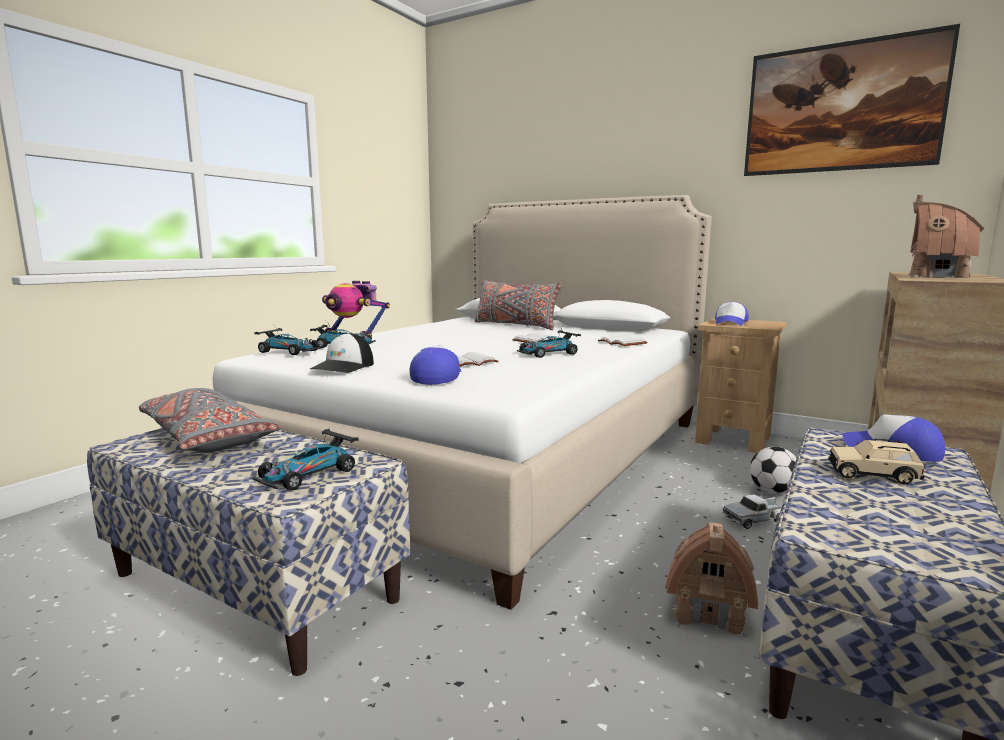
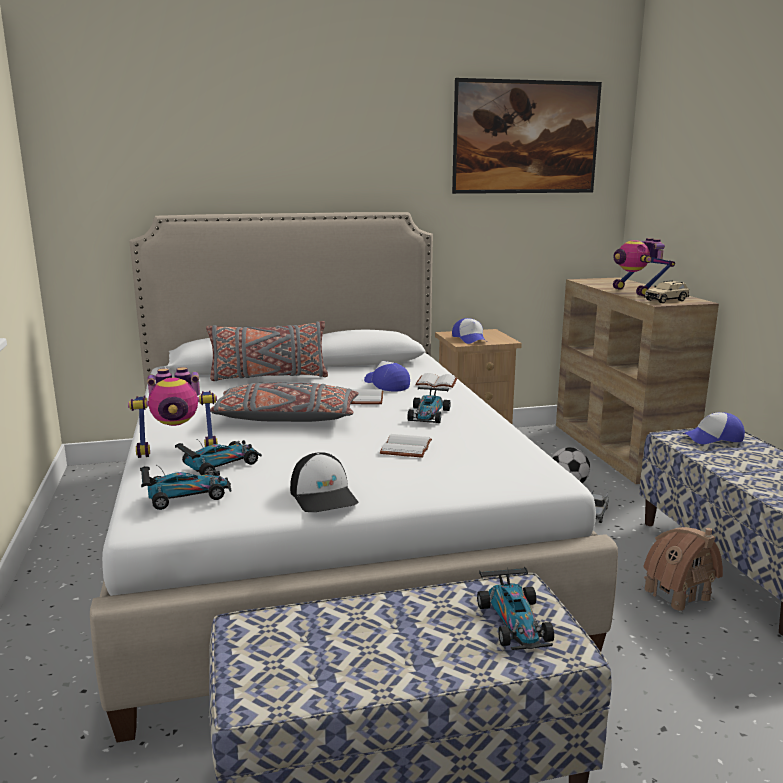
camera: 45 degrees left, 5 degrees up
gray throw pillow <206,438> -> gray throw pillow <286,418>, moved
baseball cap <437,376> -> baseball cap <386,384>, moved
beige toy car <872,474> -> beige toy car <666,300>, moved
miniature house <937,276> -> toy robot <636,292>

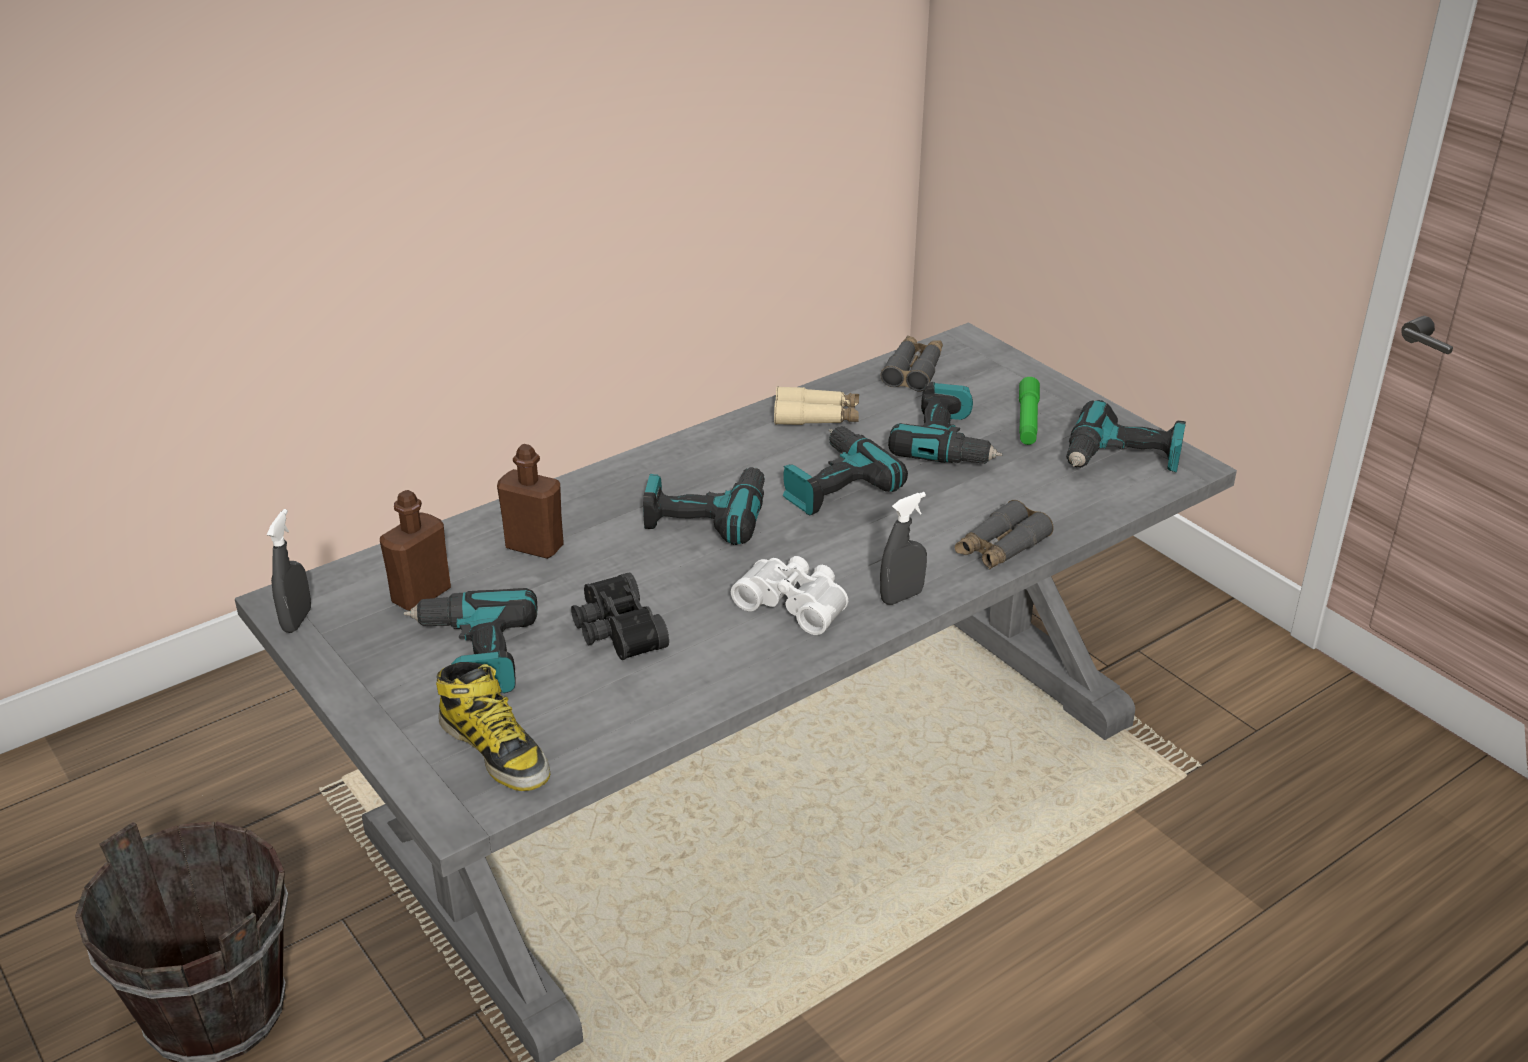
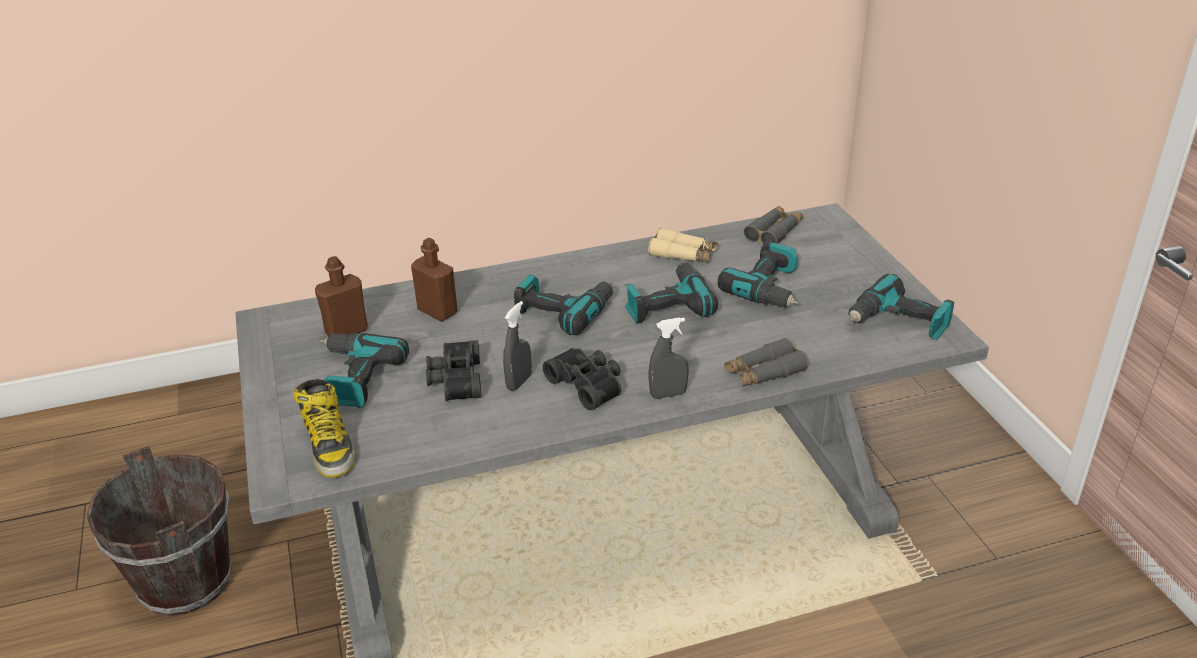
camera: 20 degrees right, 0 degrees up
greenish hand torch <1027,420> -> none
gray spray bottle <297,620> -> gray spray bottle <519,382>, moved
whitish binoculars <794,603> -> black binoculars <588,384>

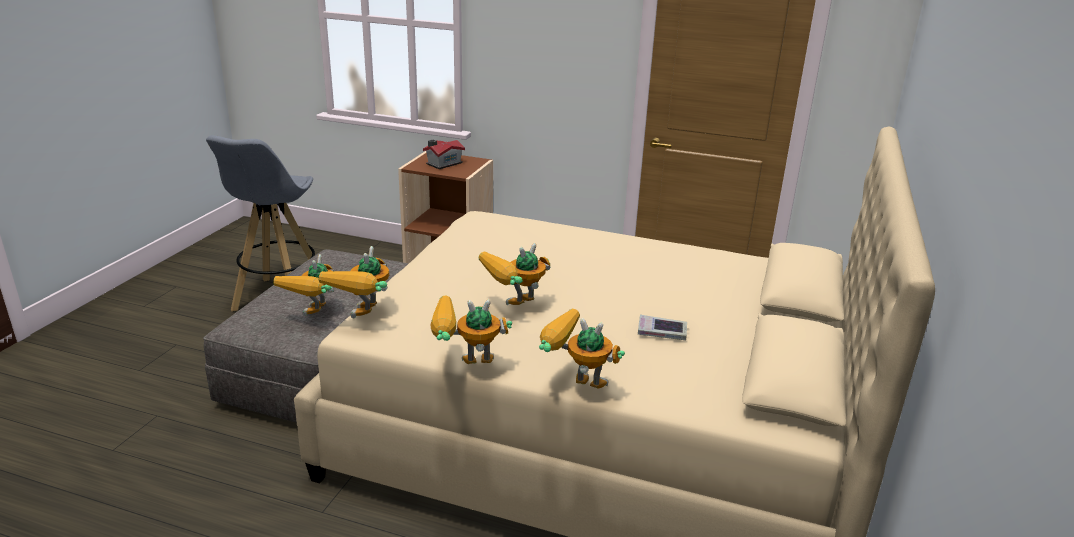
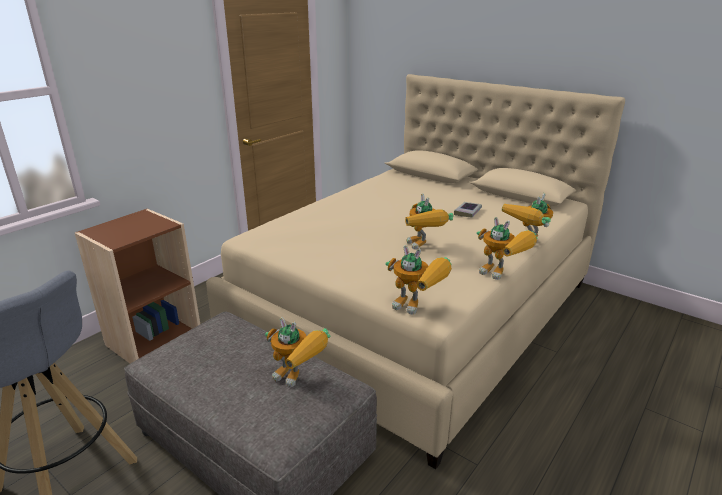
camera: 70 degrees left, 0 degrees up
miniature house <443,163> -> none
toy robot <465,368> -> toy robot <503,275>, 60 degrees counterclockwise

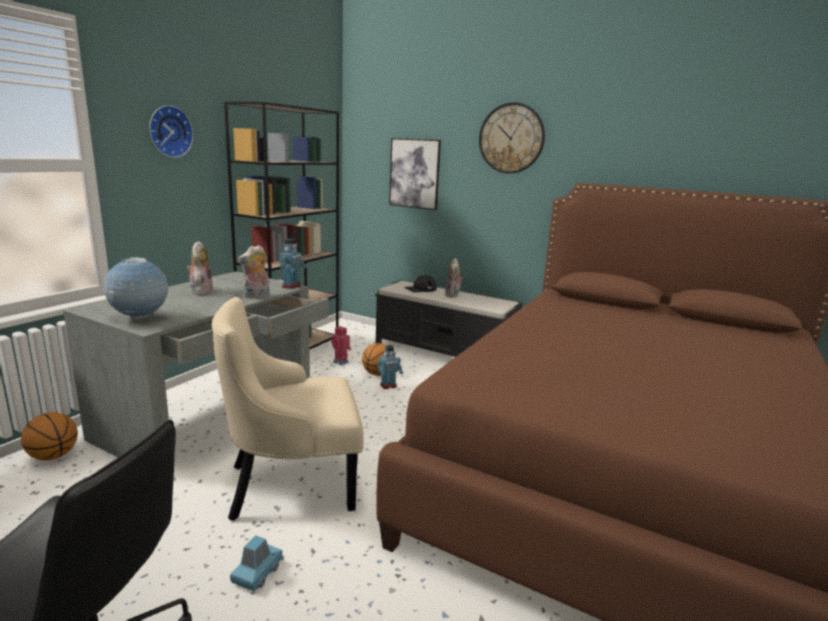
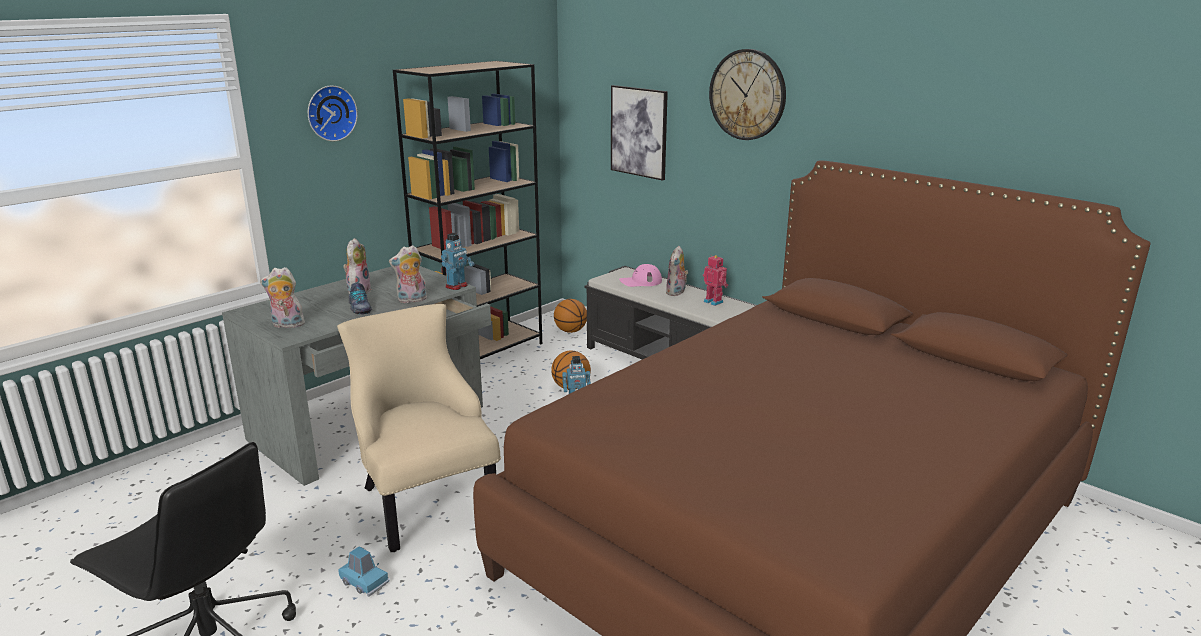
camera: 15 degrees right, 5 degrees up
none -> low shoe <359,308>
ball for basketball <53,456> -> ball for basketball <570,331>, moved
toy robot <341,362> -> toy robot <714,301>, moved
world globe <140,318> -> cuddly toy <286,325>
black baseball cap <420,289> -> pink-coloured baseball cap <640,281>
beige chair <294,485> -> beige chair <427,506>, 60 degrees clockwise
blue toy car <257,572> -> blue toy car <364,582>, 90 degrees clockwise

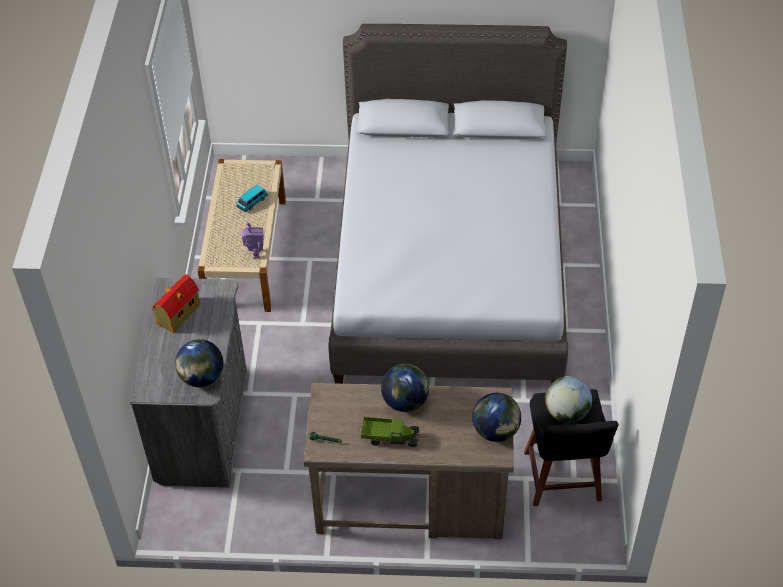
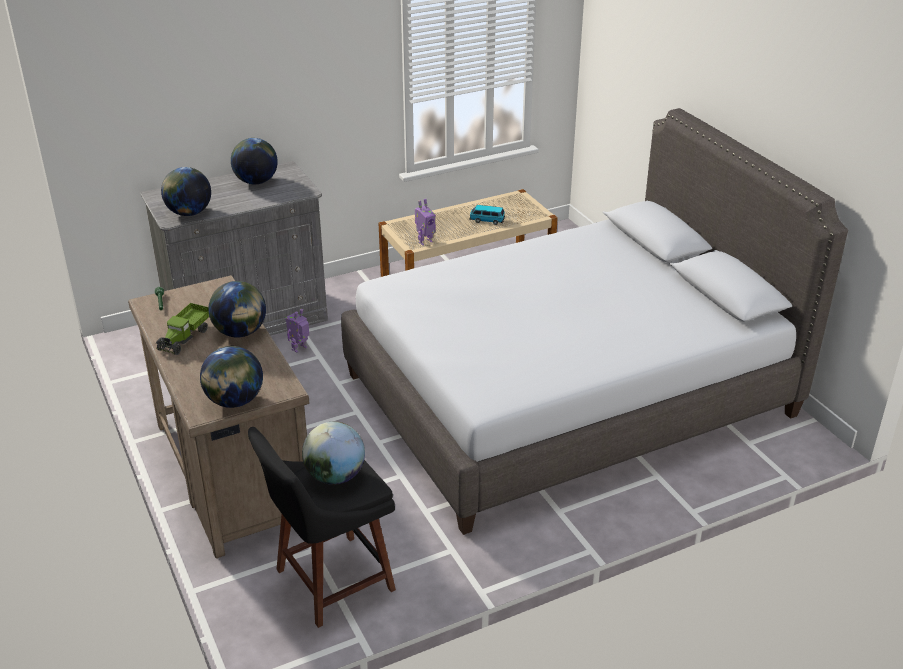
camera: 60 degrees right, 15 degrees down
none -> toy robot <300,349>
miniature house <177,315> -> world globe <256,181>
model truck <390,437> -> model truck <186,337>, 45 degrees clockwise

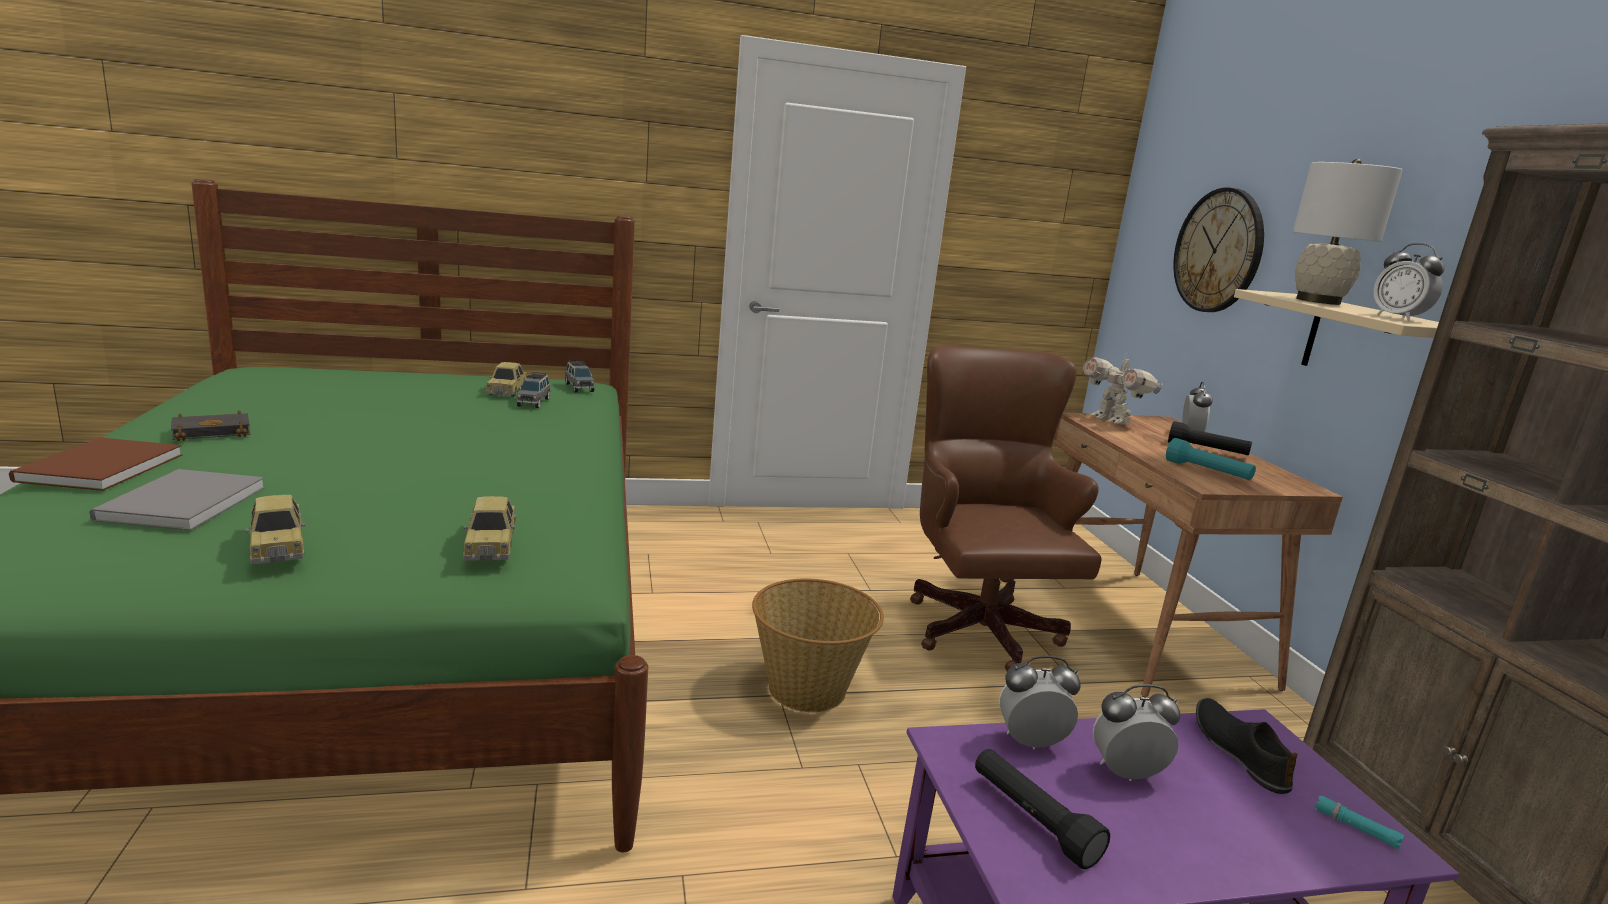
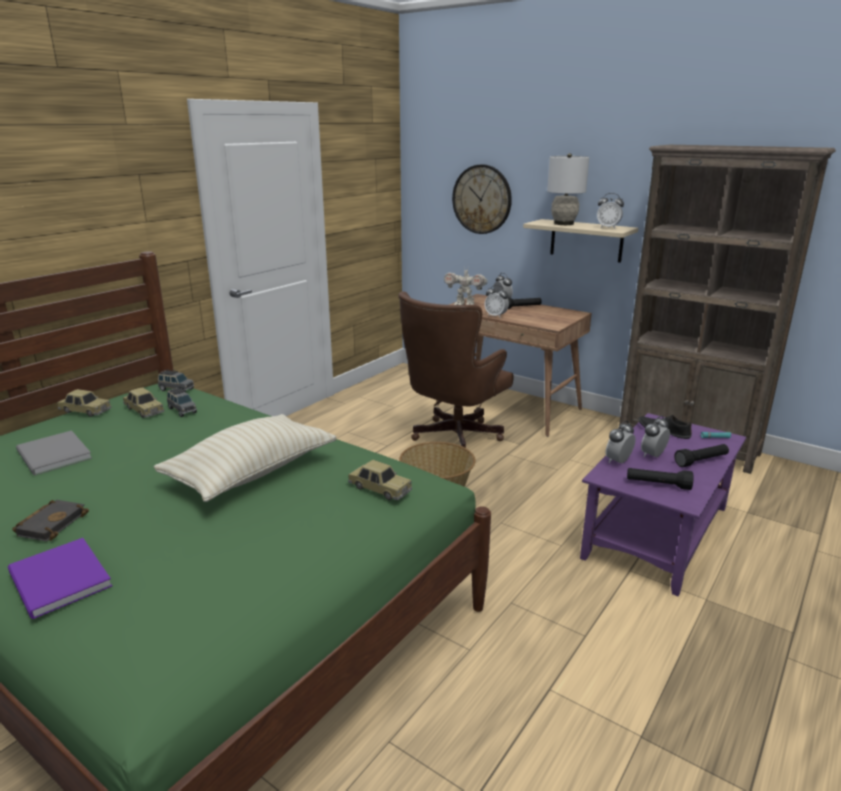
camera: 40 degrees left, 5 degrees up
turquoise hand torch <1207,472> -> none
none -> beige throw pillow <251,473>
none -> alarm clock <496,316>
none -> black hand torch <701,461>
gray bound book <177,504> -> gray bound book <52,456>, moved
toy car <277,545> -> toy car <85,411>, moved
brown-coloured bound book <95,468> -> purplish bound book <58,582>
brown-coloured desk chair <978,625> -> brown-coloured desk chair <454,438>, 90 degrees counterclockwise

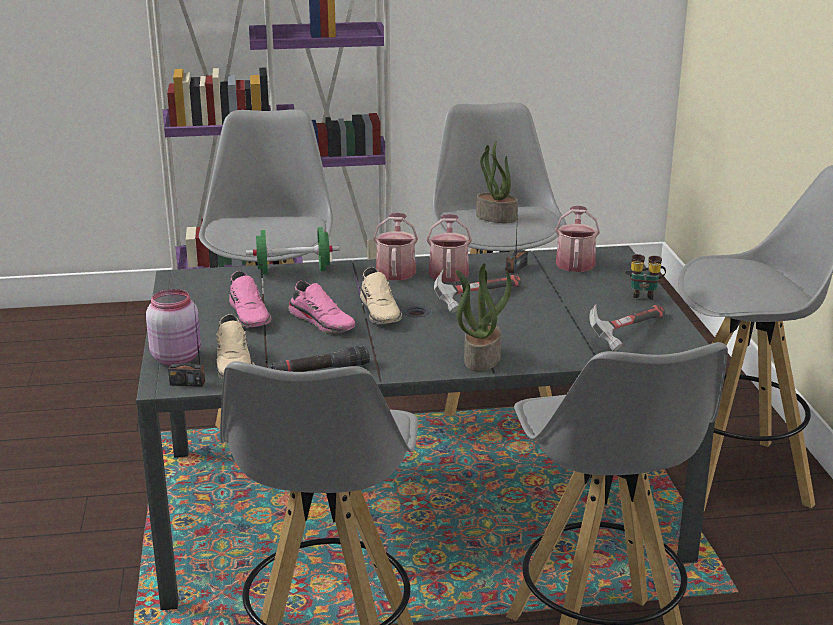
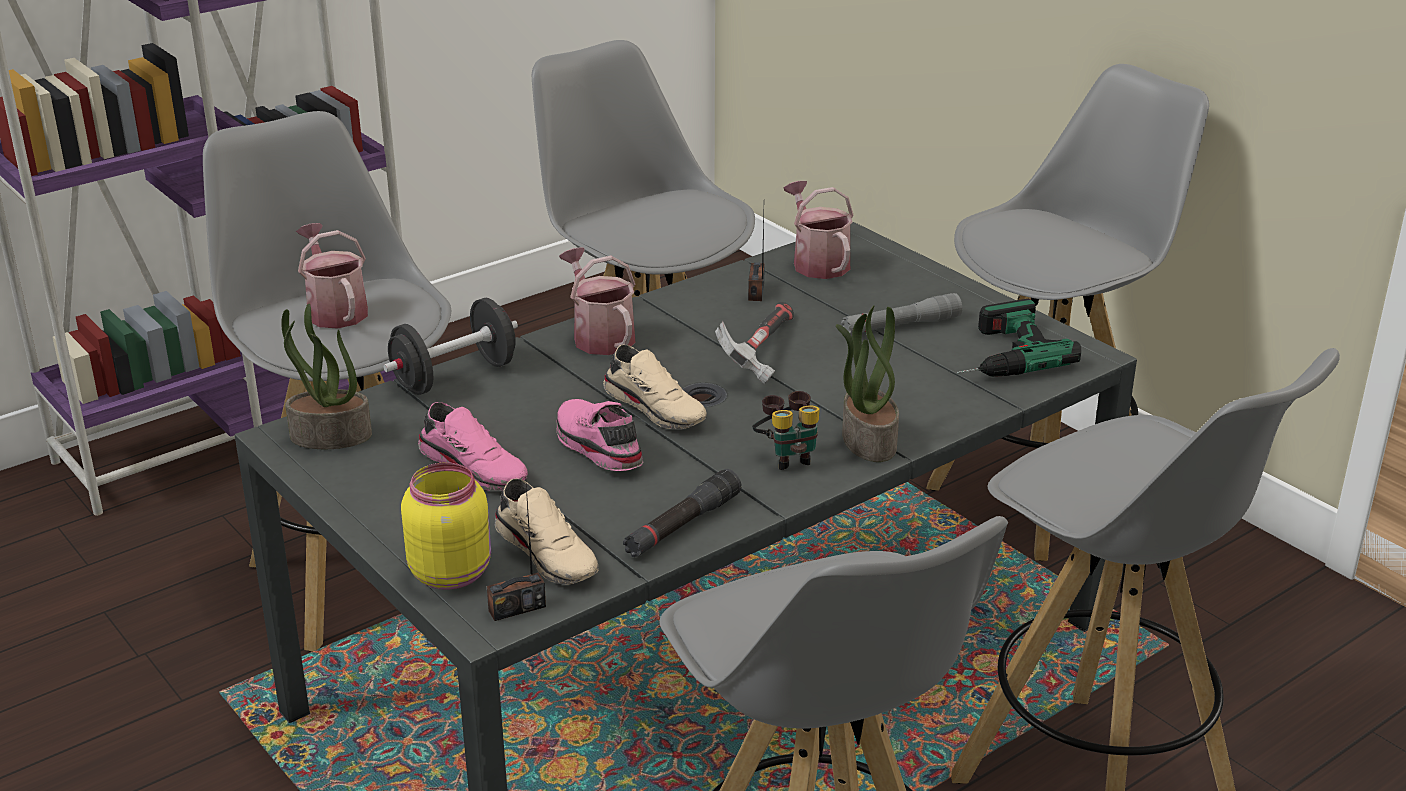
camera: 30 degrees left, 5 degrees up
none -> gray hand torch <900,326>
watering pot <448,271> -> watering pot <334,310>, moved
plant in a pot <495,217> -> plant in a pot <329,437>, moved
binoculars <643,294> -> binoculars <788,456>, moved
hammer <626,335> -> drill <997,354>
pink-coloured jar <177,357> -> yellow jar <451,572>
greenish dumbbell <293,270> -> black dumbbell <454,376>
pink-coloured low shoe <323,322> -> pink-coloured low shoe <596,447>, 135 degrees counterclockwise

